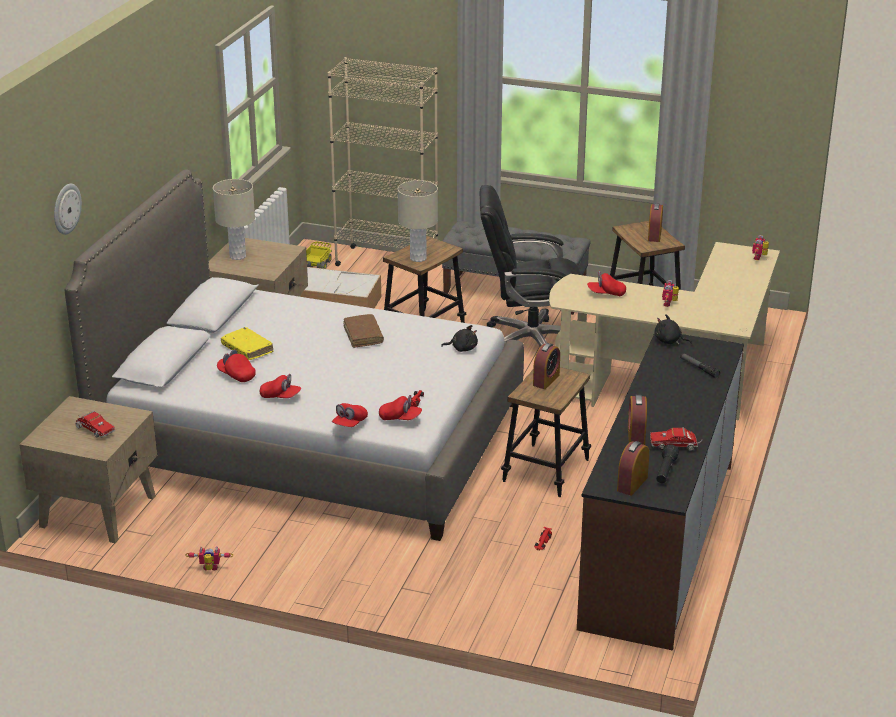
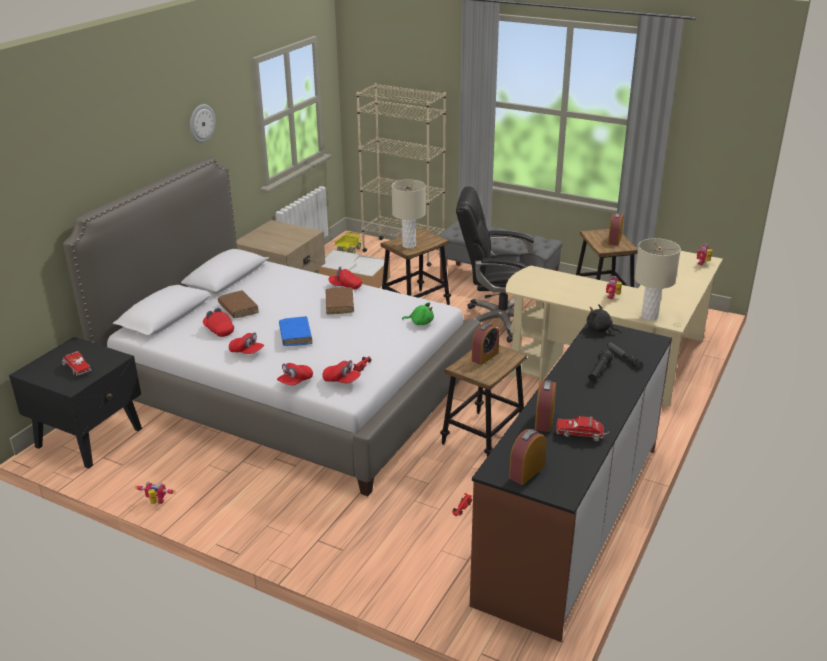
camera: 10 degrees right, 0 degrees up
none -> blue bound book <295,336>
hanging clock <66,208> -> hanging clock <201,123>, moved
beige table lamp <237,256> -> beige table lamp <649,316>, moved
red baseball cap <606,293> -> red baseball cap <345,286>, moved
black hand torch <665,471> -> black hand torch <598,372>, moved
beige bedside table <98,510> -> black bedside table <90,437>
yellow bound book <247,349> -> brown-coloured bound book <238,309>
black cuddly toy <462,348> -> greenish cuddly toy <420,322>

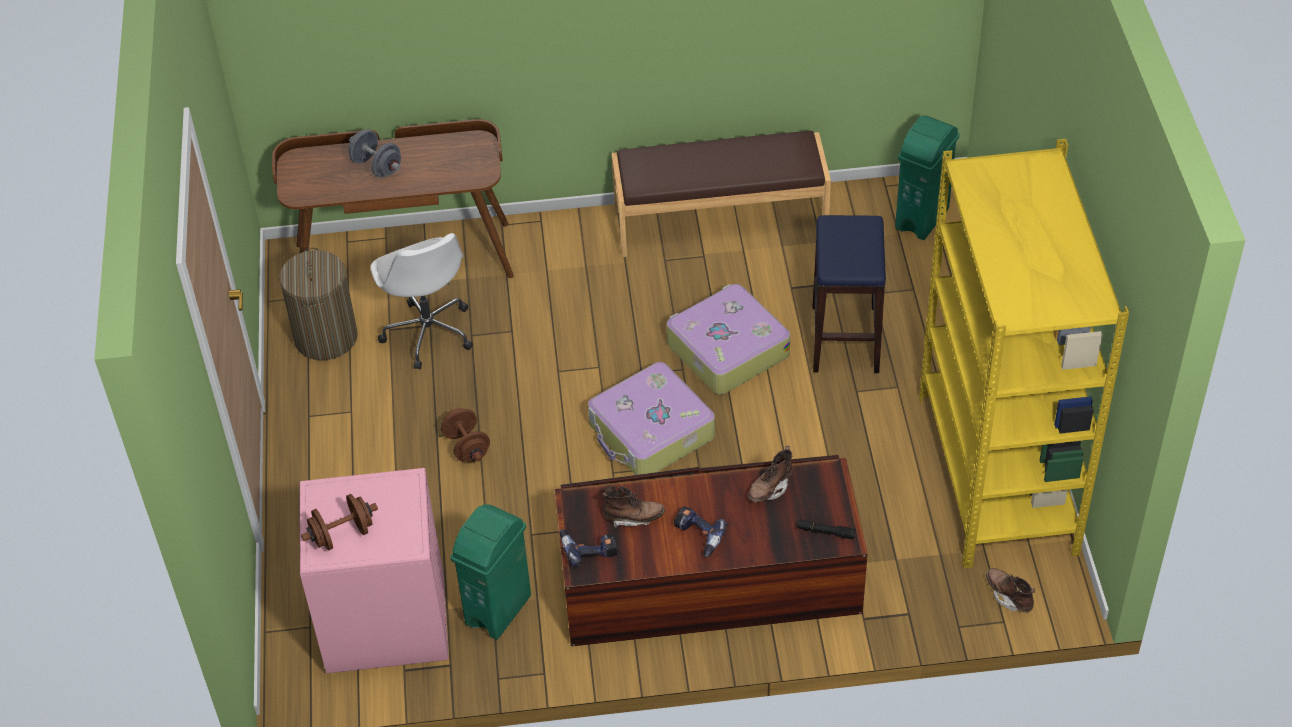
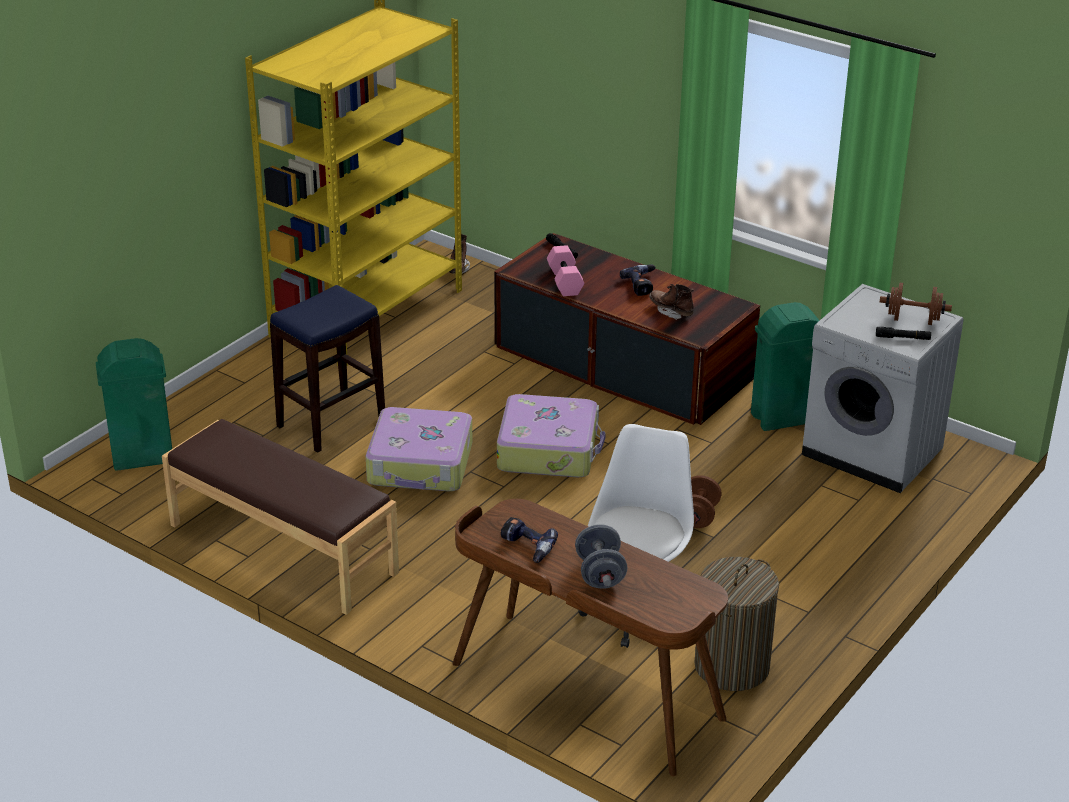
camera: 140 degrees left, 15 degrees down
none -> black hand torch <902,338>
drill <589,548> -> drill <526,548>, moved
brown-coloured high-top boot <770,488> -> pink-coloured dumbbell <564,281>
pink-coloured washing machine <385,620> -> whitish washing machine <871,453>

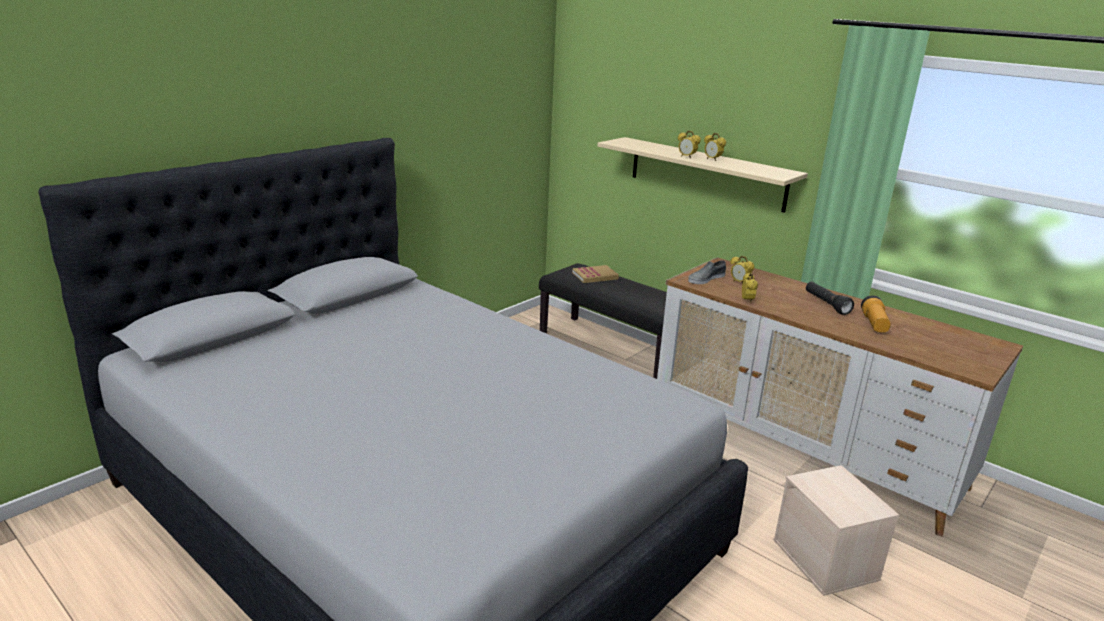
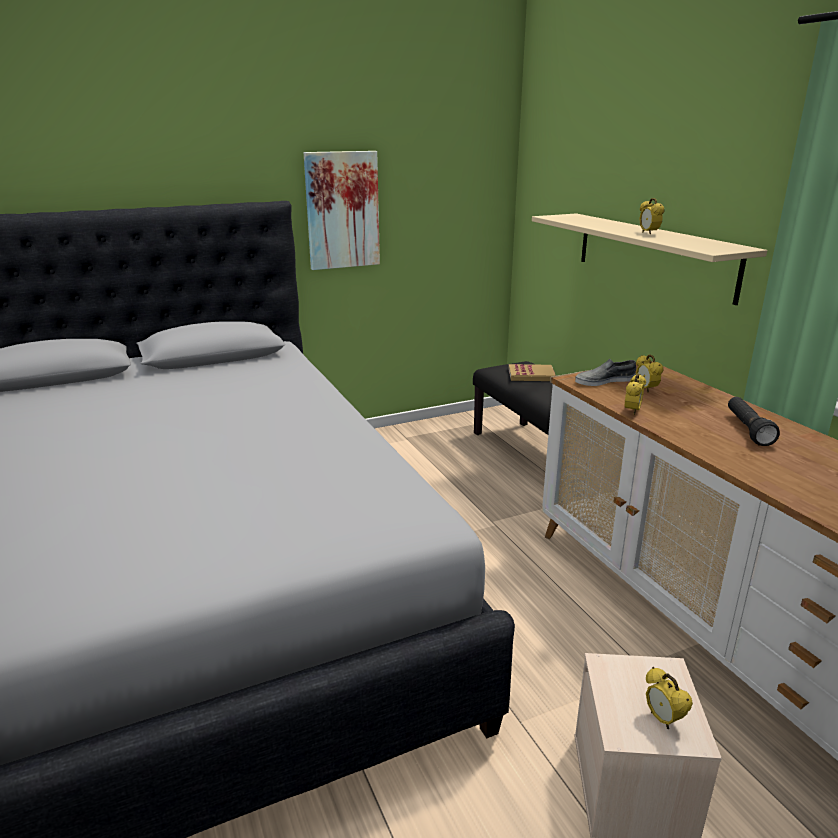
camera: 25 degrees right, 0 degrees up
hand torch <874,324> -> none
none -> picture <342,210>
alarm clock <687,157> -> alarm clock <662,719>, moved

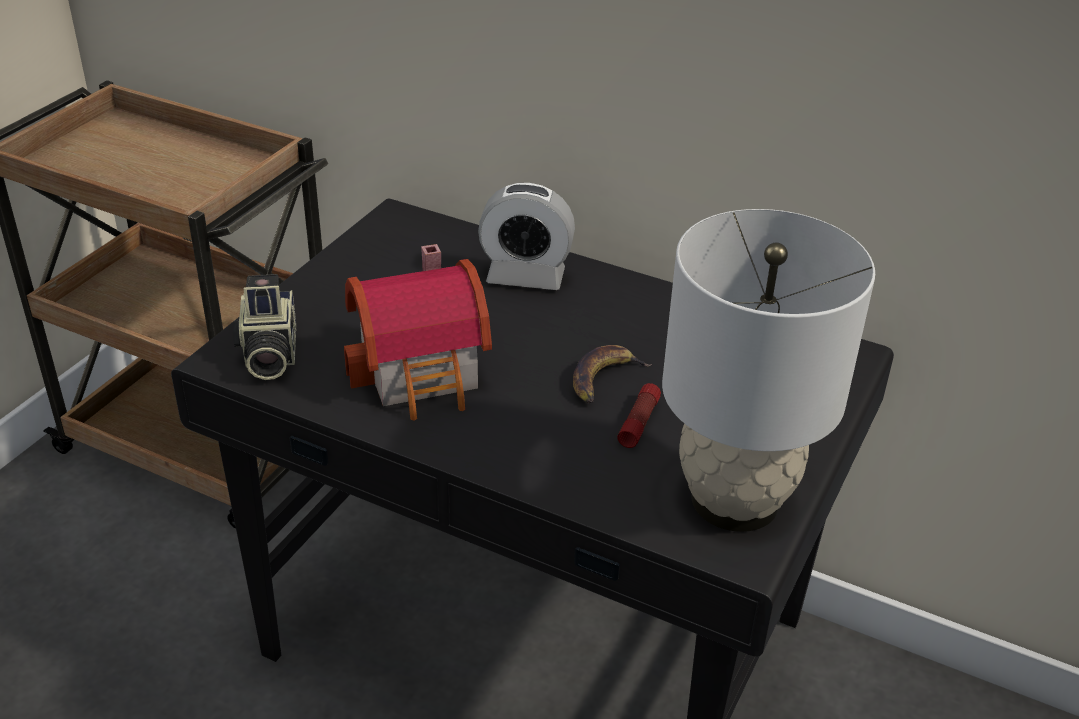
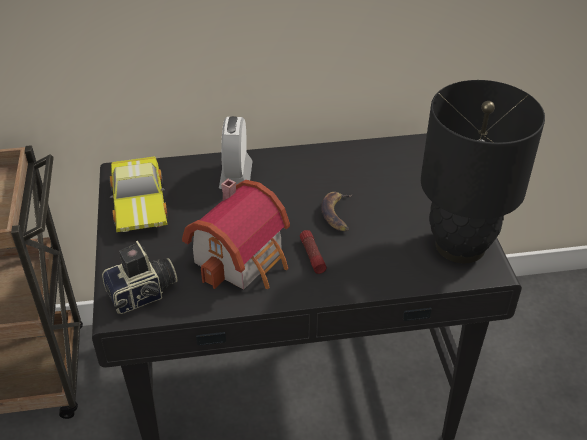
camera: 35 degrees left, 5 degrees up
none -> toy car <141,202>
hand torch <639,422> -> hand torch <312,256>, moved
whitish table lamp <735,500> -> black table lamp <460,245>
photo camera <268,354> -> photo camera <143,294>, 75 degrees counterclockwise
alarm clock <525,277> -> alarm clock <236,176>, 120 degrees clockwise

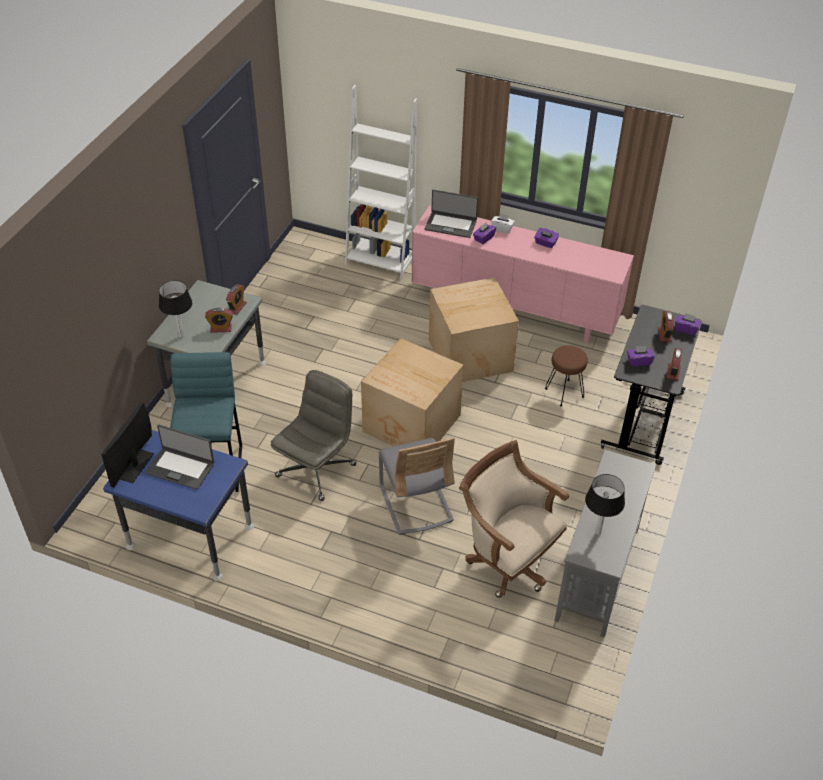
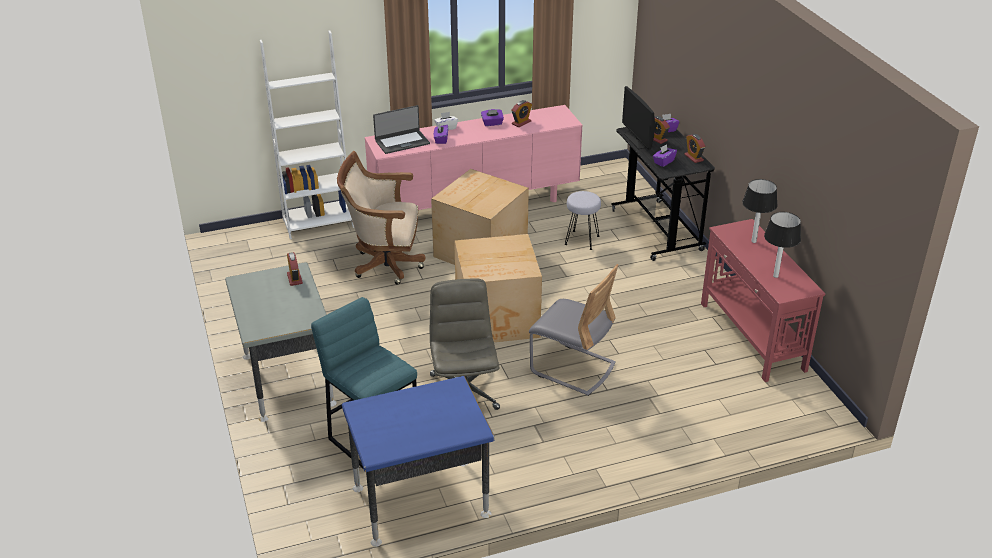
camera: 40 degrees left, 10 degrees down
portable computer <180,468> -> none
computer display <135,465> -> computer display <637,140>, moved
table lamp <182,336> -> table lamp <754,241>, moved
alarm clock <221,328> -> alarm clock <521,122>, moved
desk chair <506,563> -> desk chair <384,265>, moved
brown-coloured stool seat <564,392> -> gray stool seat <581,240>
gray narrow table <597,573> -> red narrow table <752,337>

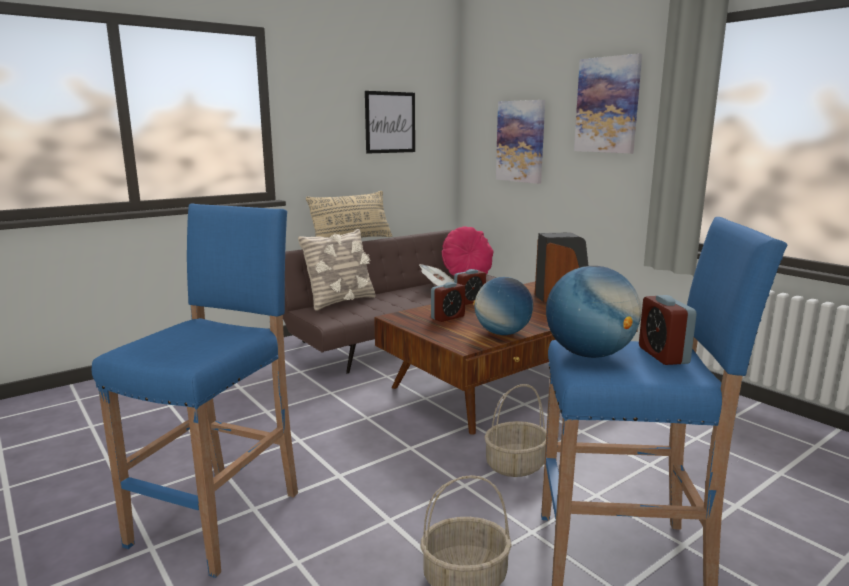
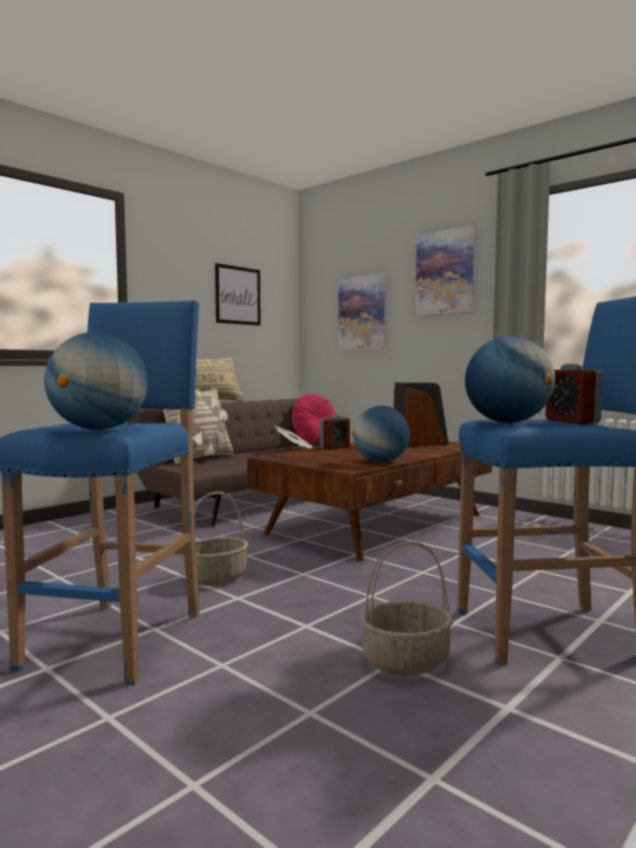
camera: 10 degrees left, 10 degrees down
alarm clock <448,317> -> none
none -> world globe <99,429>
household basket <515,466> -> household basket <215,578>, moved

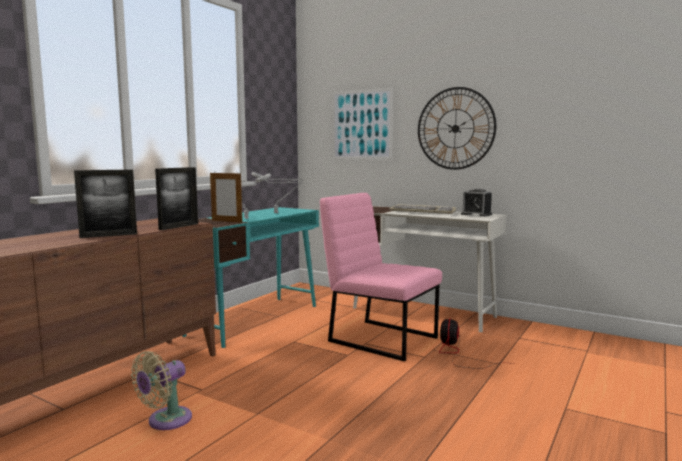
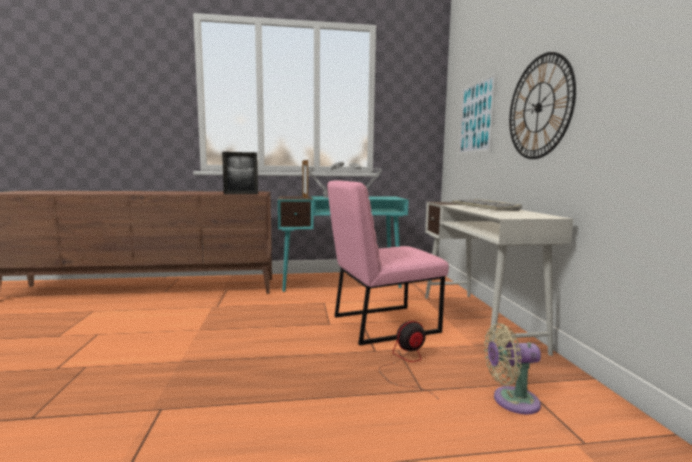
camera: 50 degrees right, 0 degrees up
standing frame <108,235> -> none
alarm clock <476,214> -> none
beige electric fan <165,421> -> beige electric fan <511,400>, moved
pink-coloured chair <380,338> -> pink-coloured chair <382,324>, 105 degrees counterclockwise

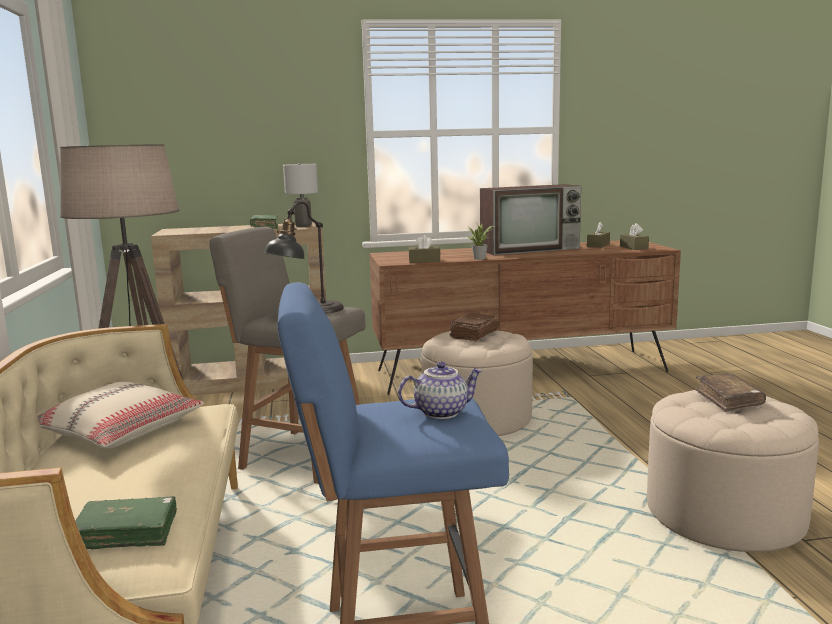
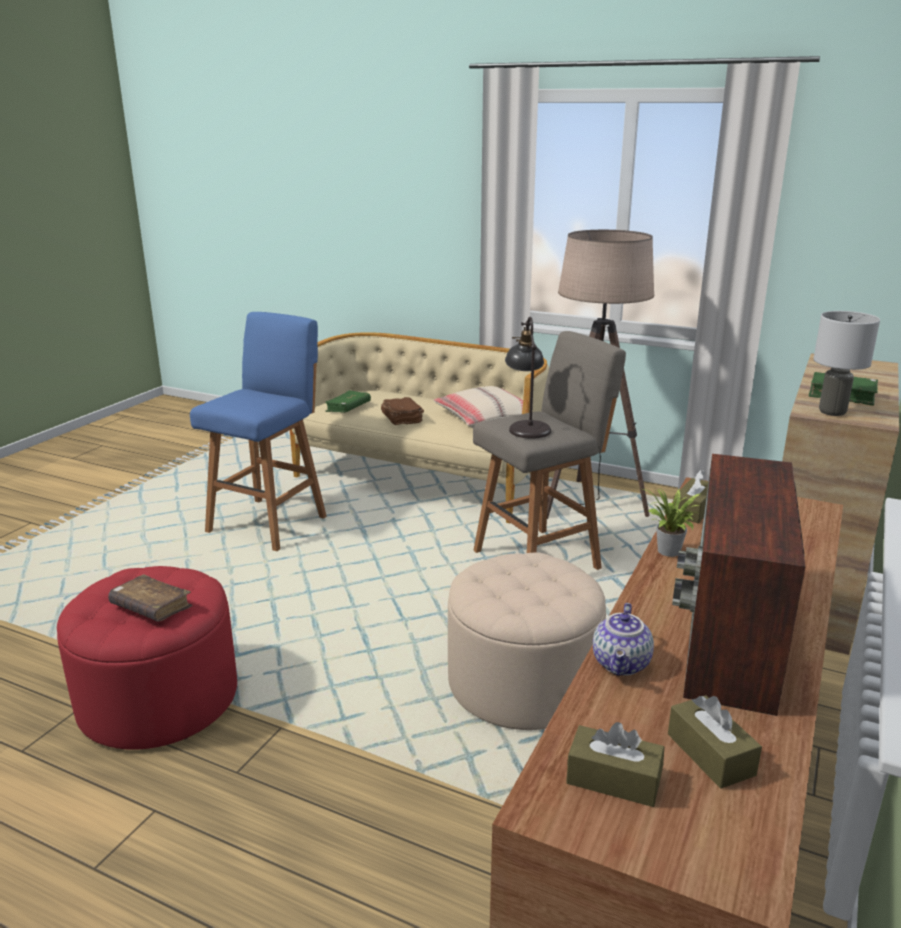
camera: 125 degrees right, 10 degrees up
tea pot <441,412> -> tea pot <622,664>, moved
brown-coloured bound book <473,335> -> brown-coloured bound book <402,419>, moved
beige pouffe <724,514> -> red pouffe <158,699>

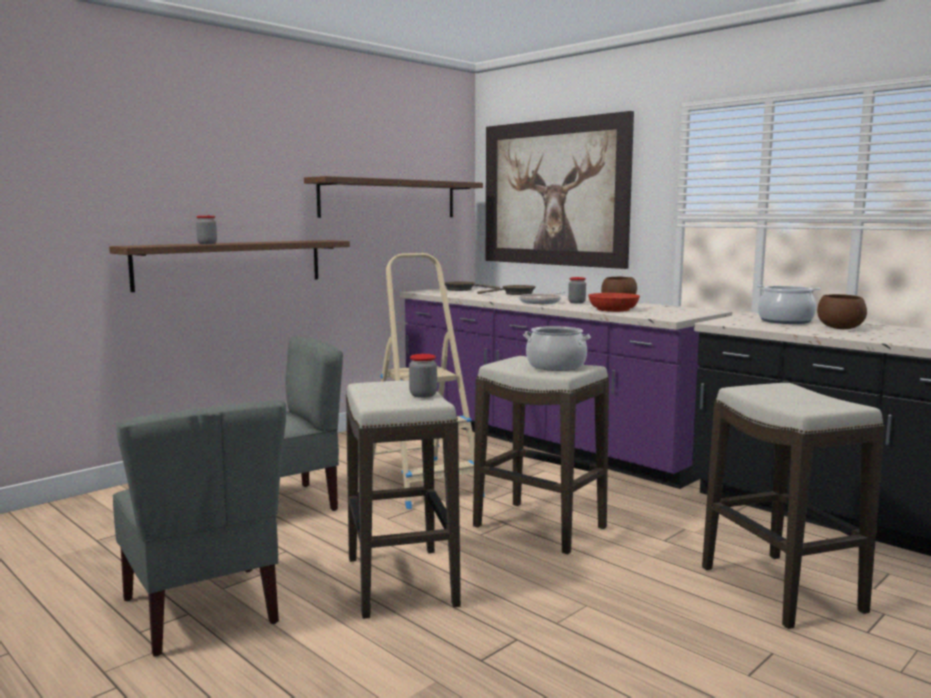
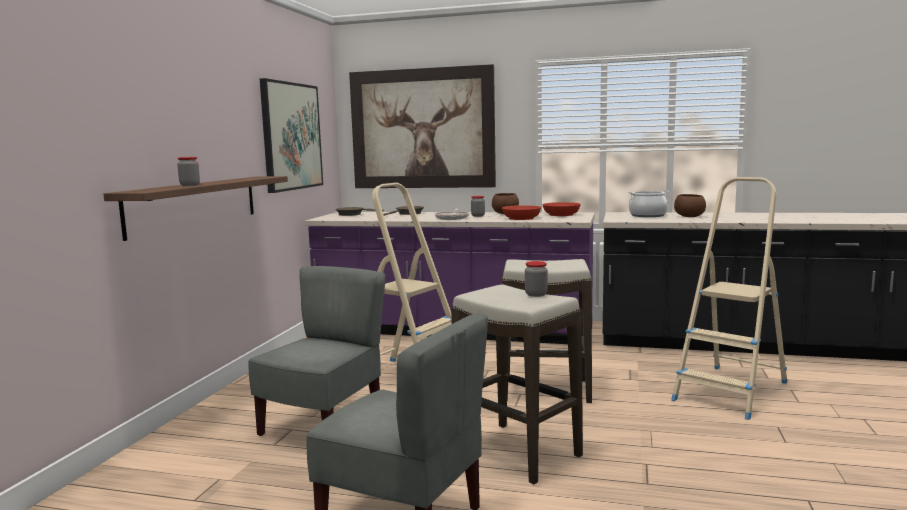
camera: 30 degrees left, 0 degrees up
saucepot <556,366> -> none
none -> red bowl <561,214>
wall shelf <389,199> -> picture <291,136>
stool seat <781,590> -> beige stepladder <730,391>

